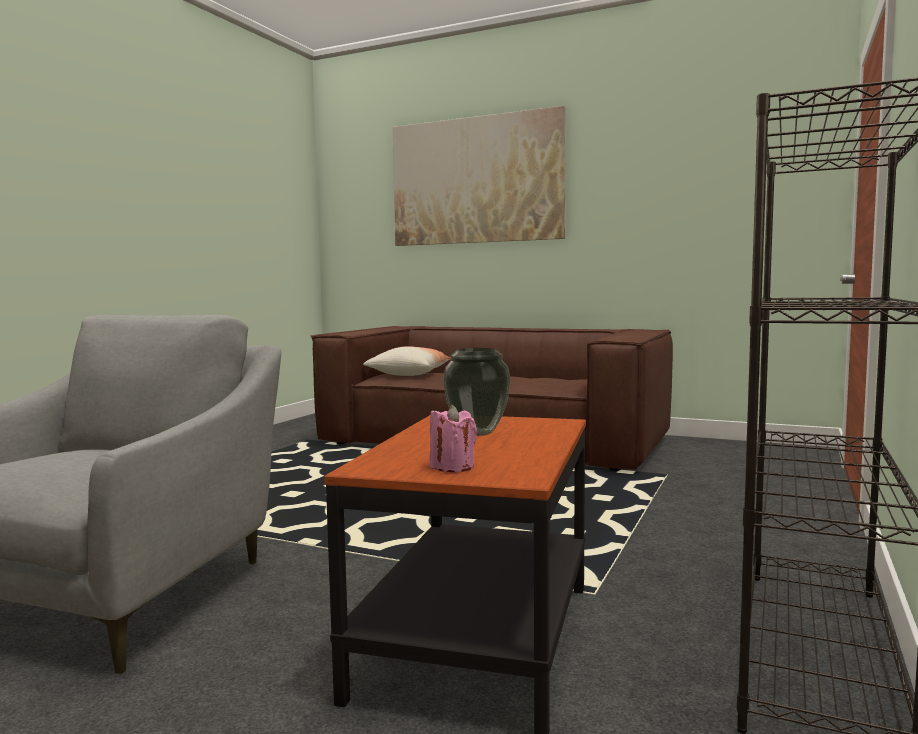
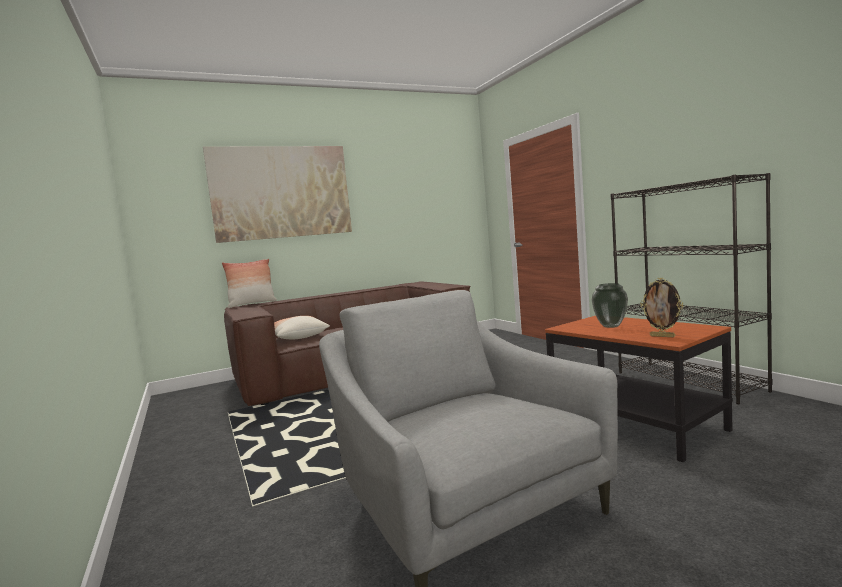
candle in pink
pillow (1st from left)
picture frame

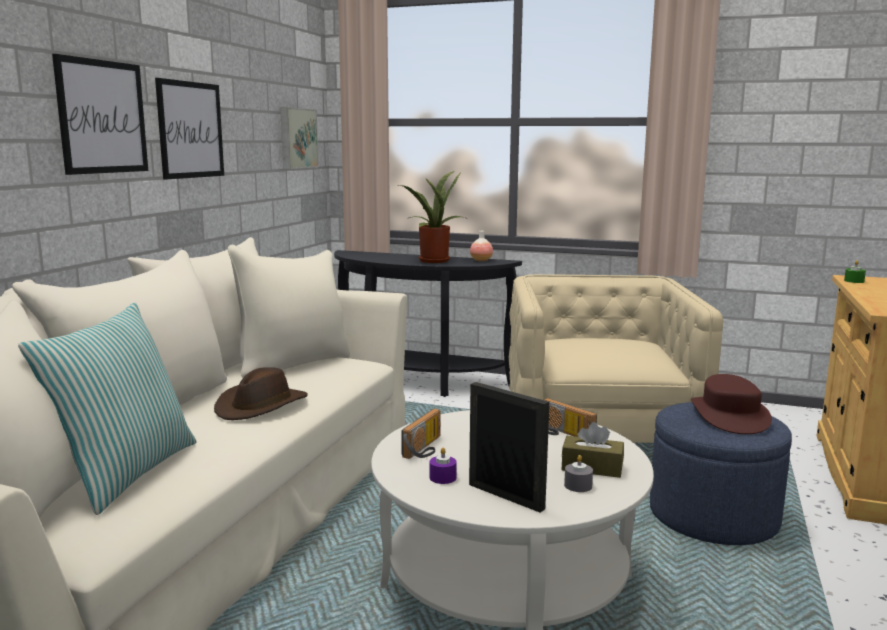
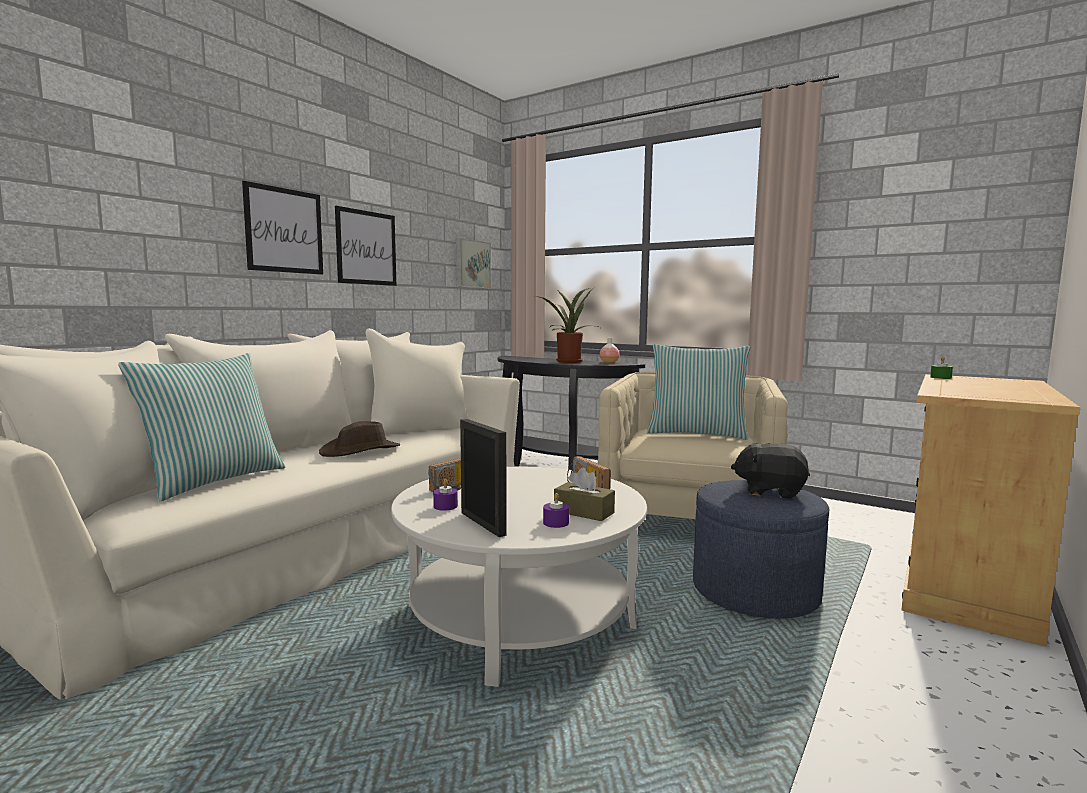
pillow (2nd from left)
plush toy in black
candle in purple (2nd from left)

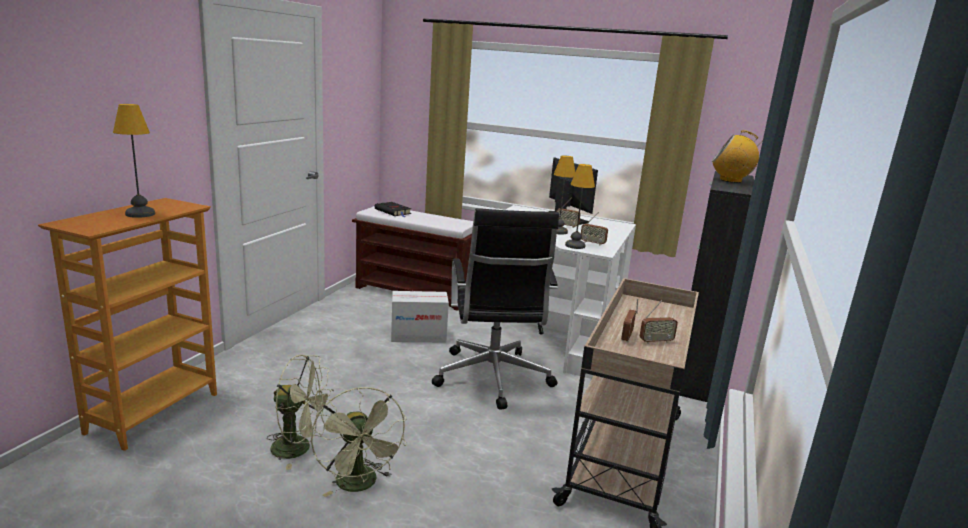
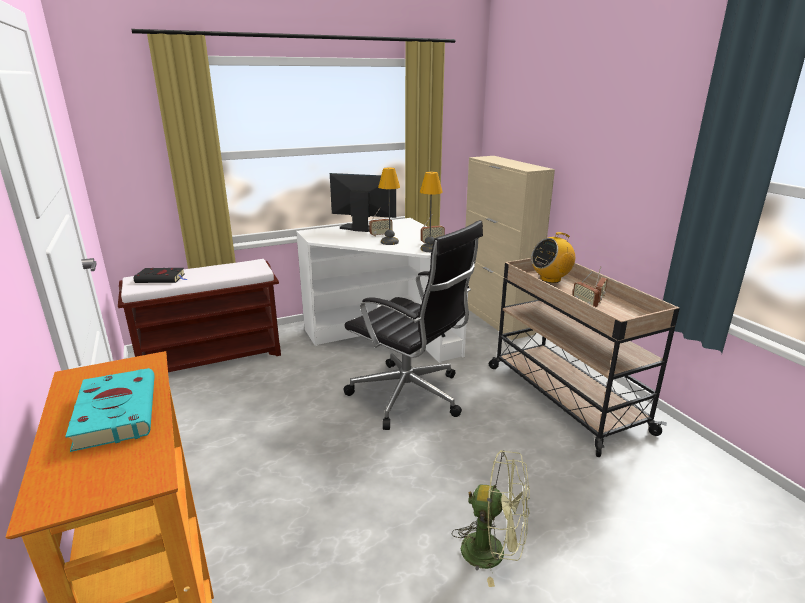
fan in green (1st from left in the first image)
cardboard box
radio (3rd from left)
book in turquoise
cabinet in beige

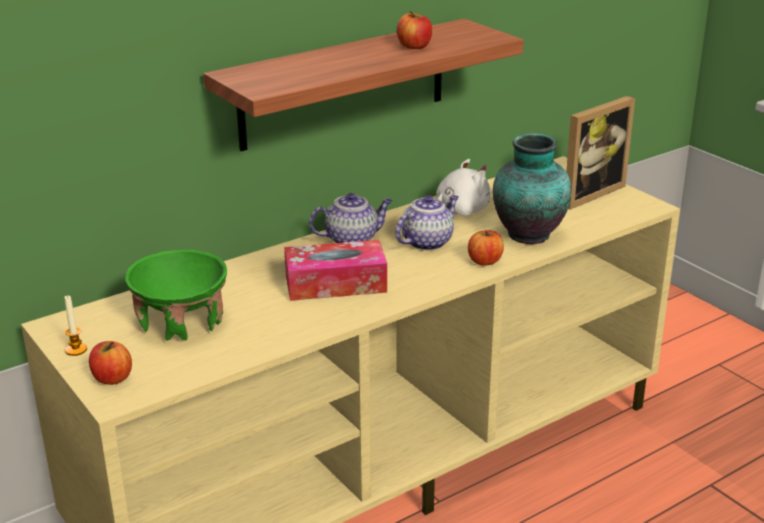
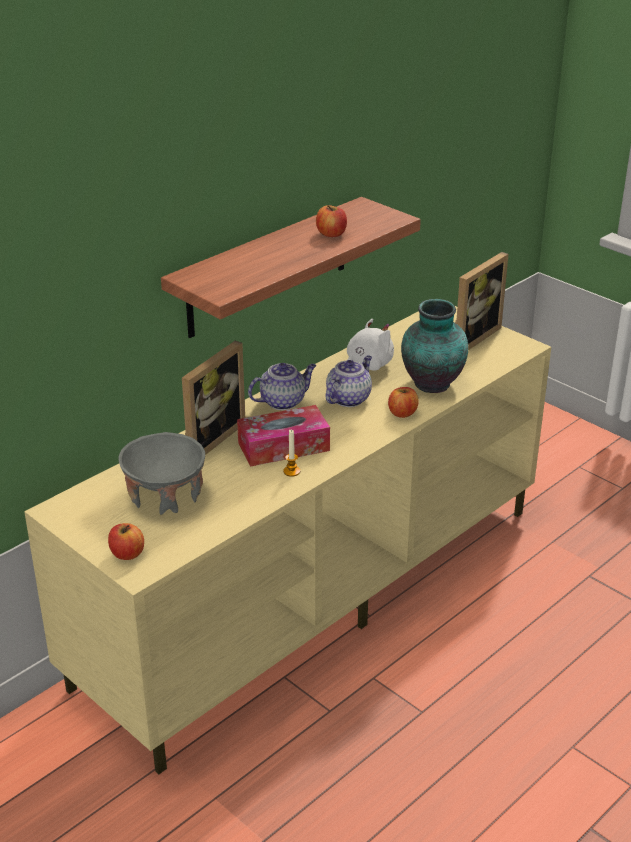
picture frame (1st from left)
candle
bowl in grey

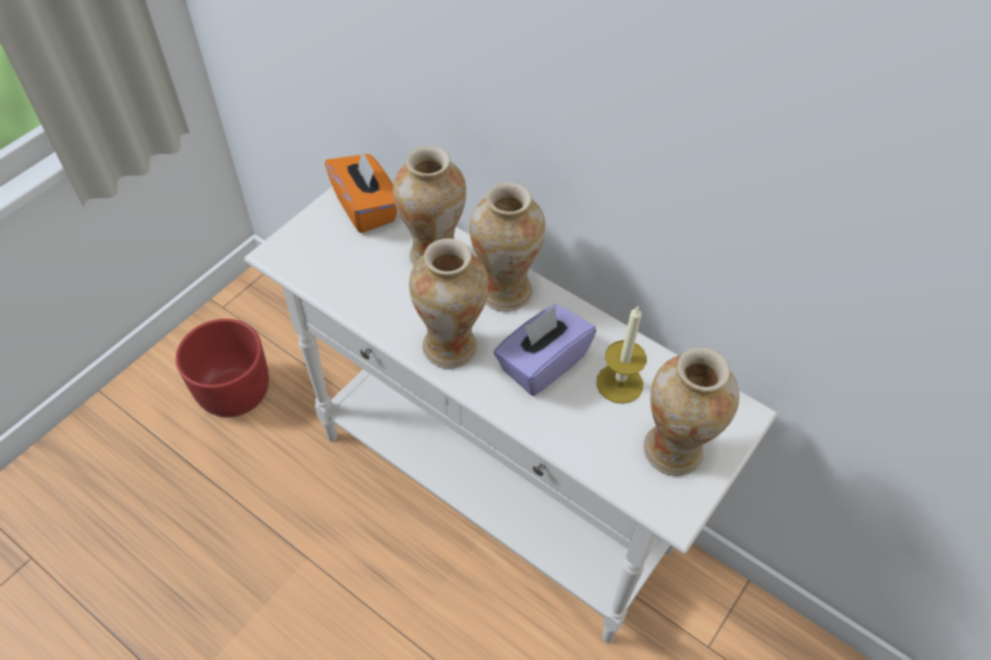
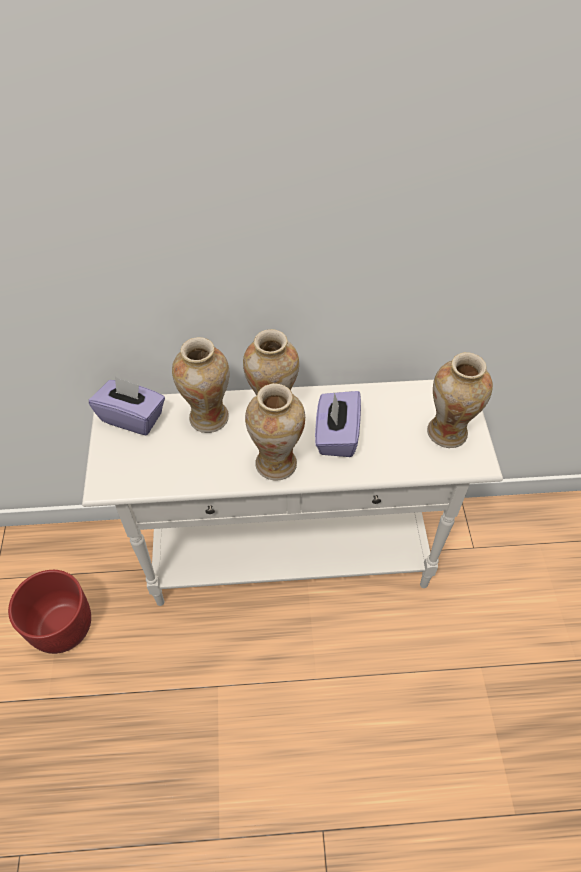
candle
tissue box in purple (1st from left)

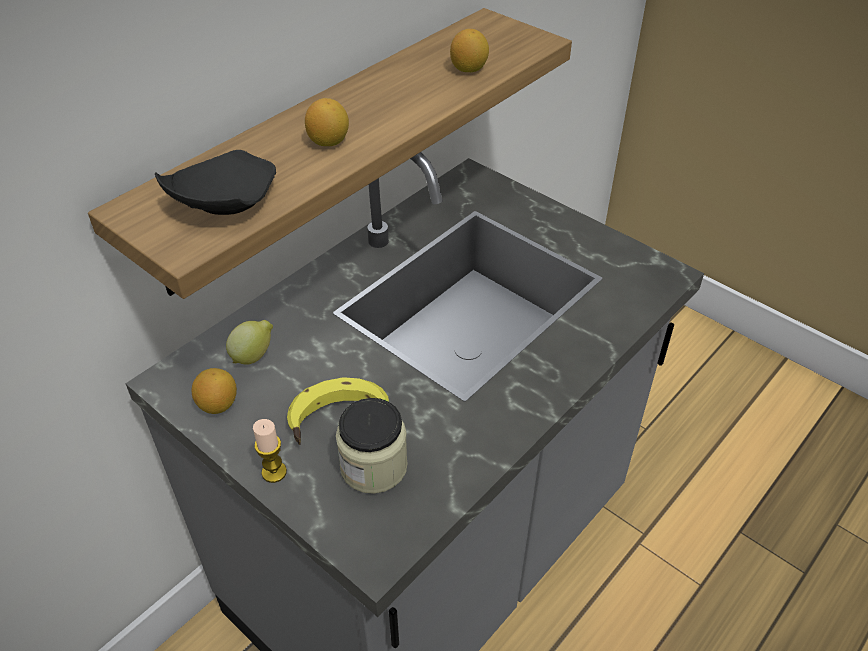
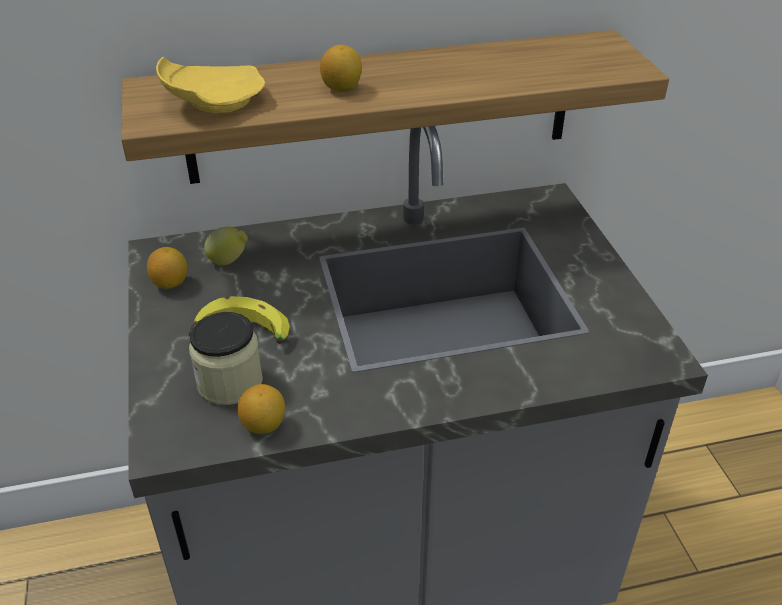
candle
lemon (3rd from left)
plate in yellow

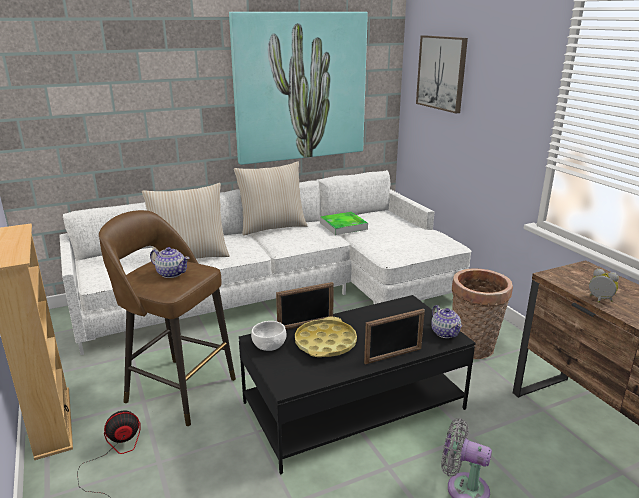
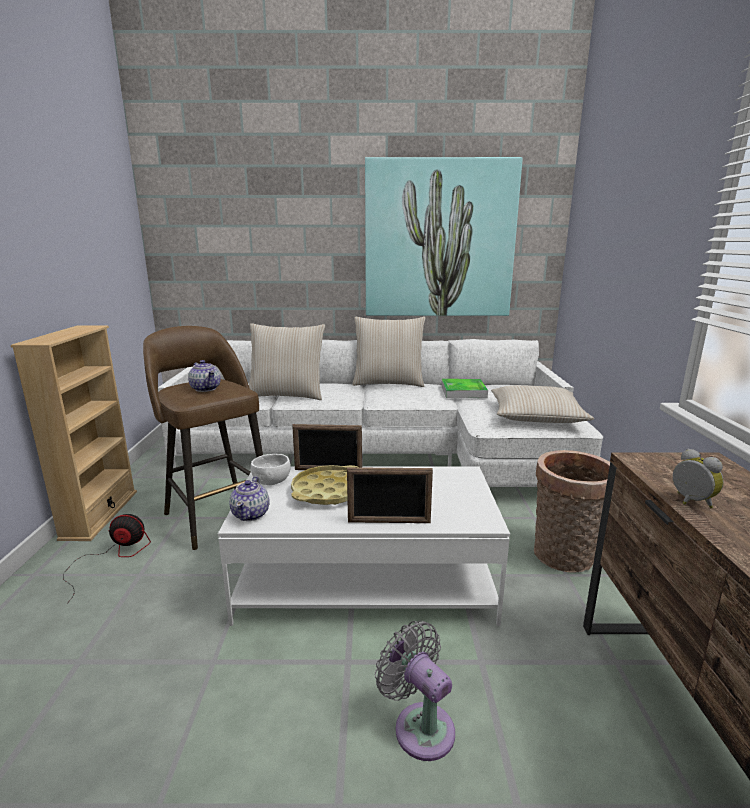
picture (2nd from left in the first image)
pillow in beige (3rd from left)
teapot (2nd from left)
coffee table in white

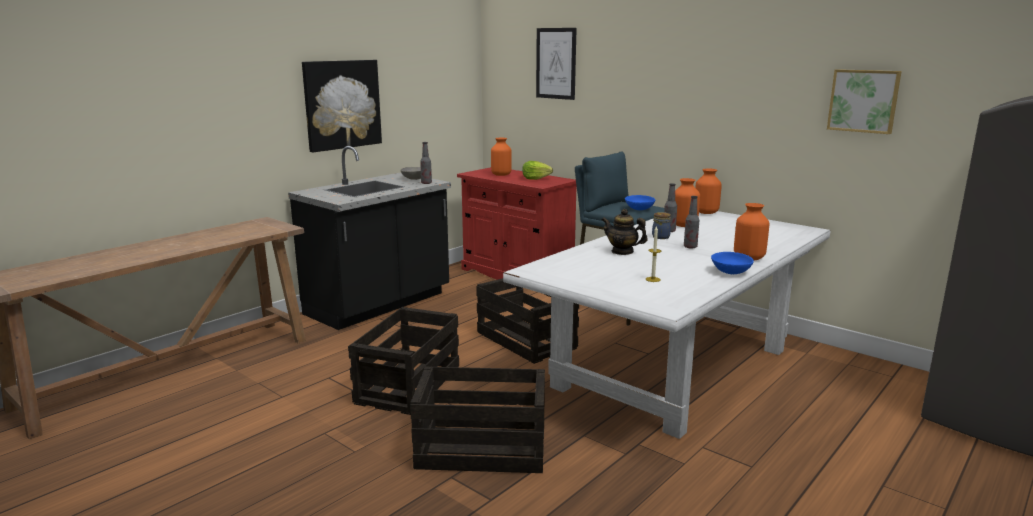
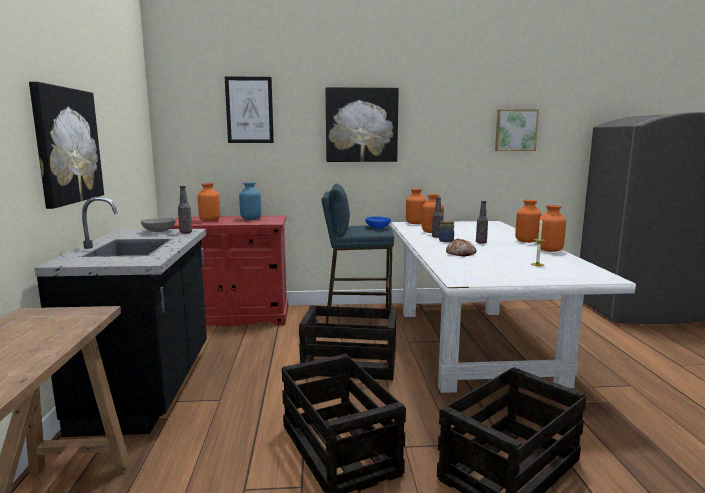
picture (3rd from left)
vase in blue
bread
vase in orange (5th from left)

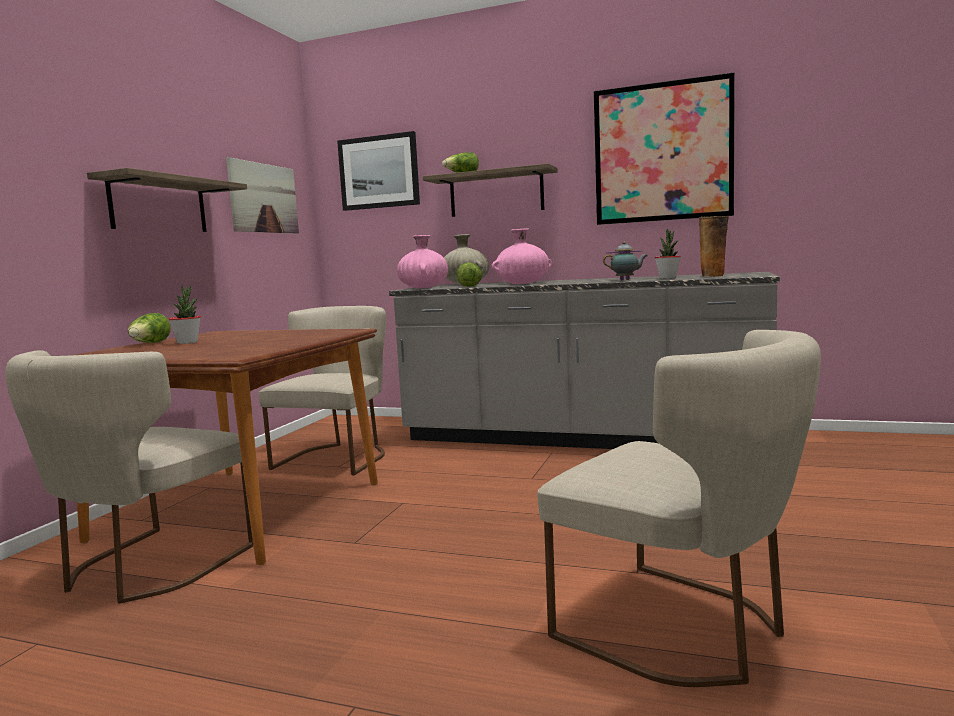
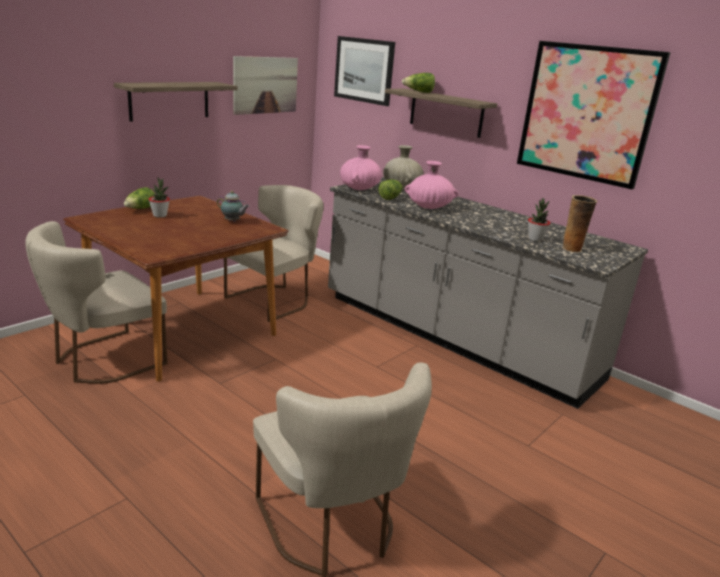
teapot

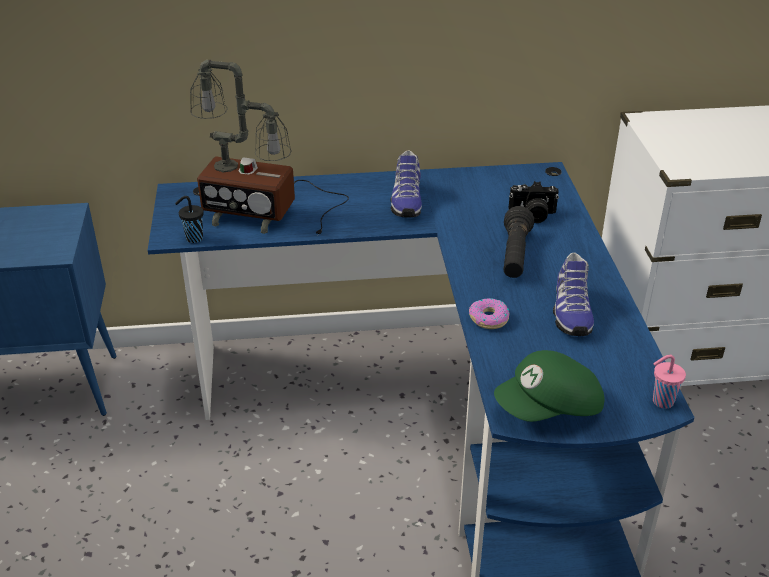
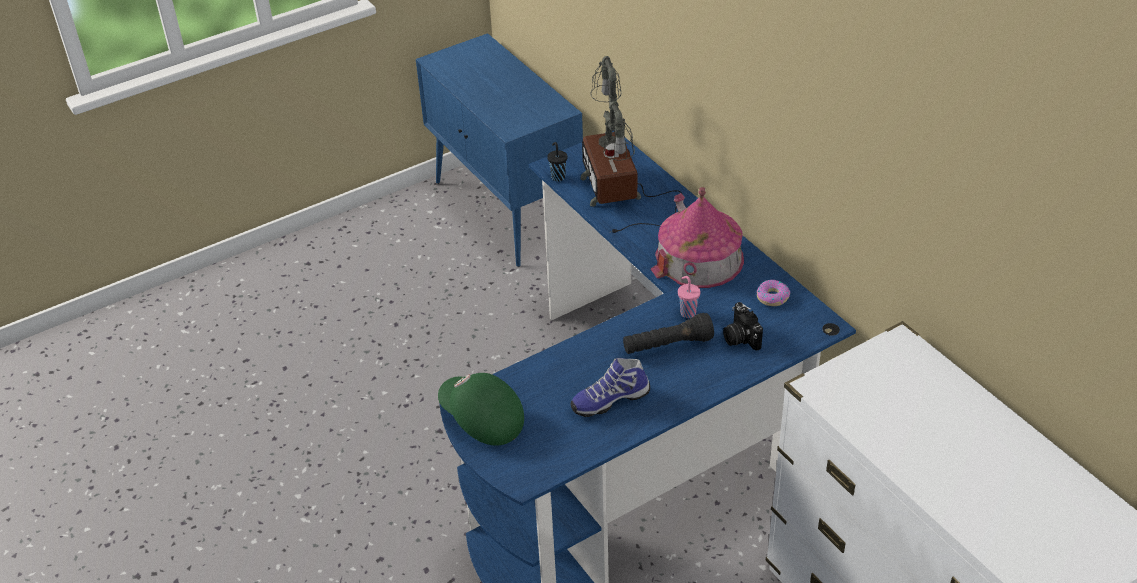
donut
cup in pink
toy house

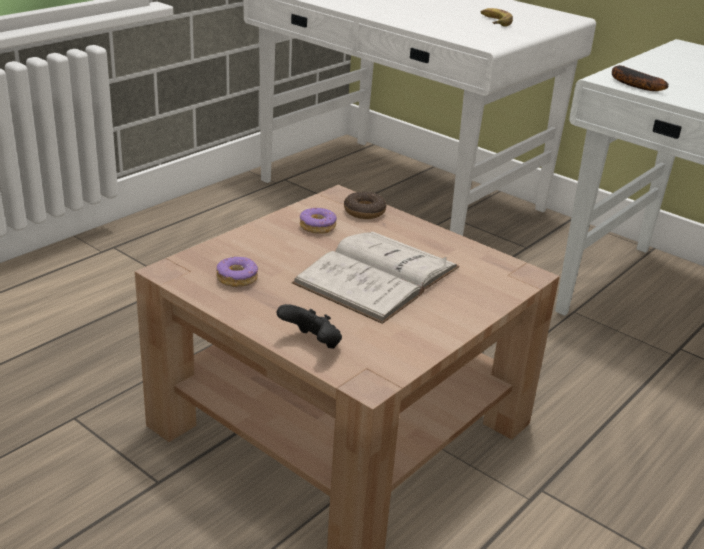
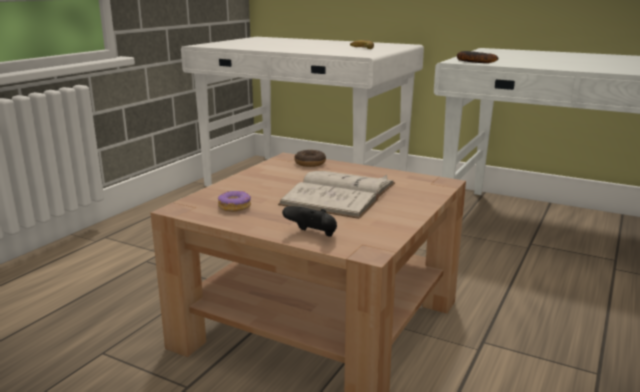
donut (2nd from left in the first image)

